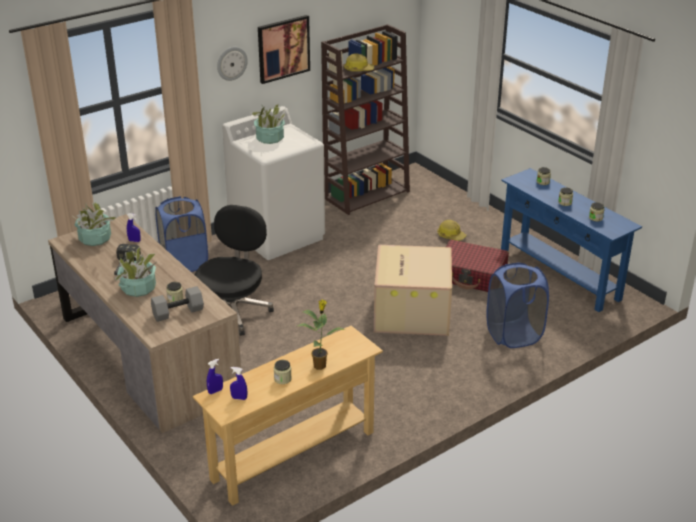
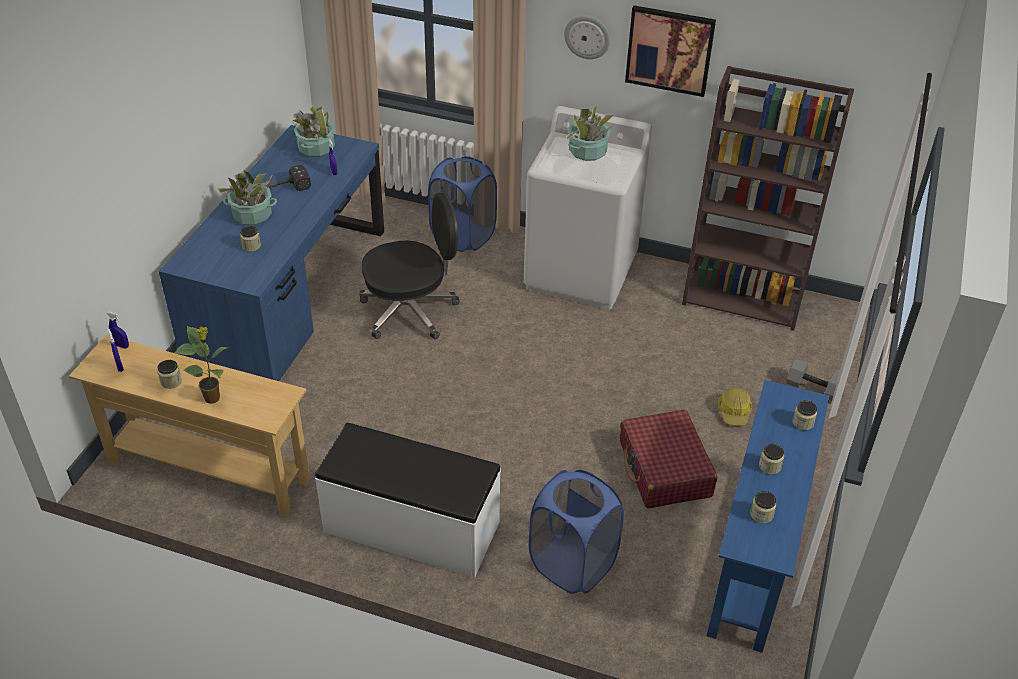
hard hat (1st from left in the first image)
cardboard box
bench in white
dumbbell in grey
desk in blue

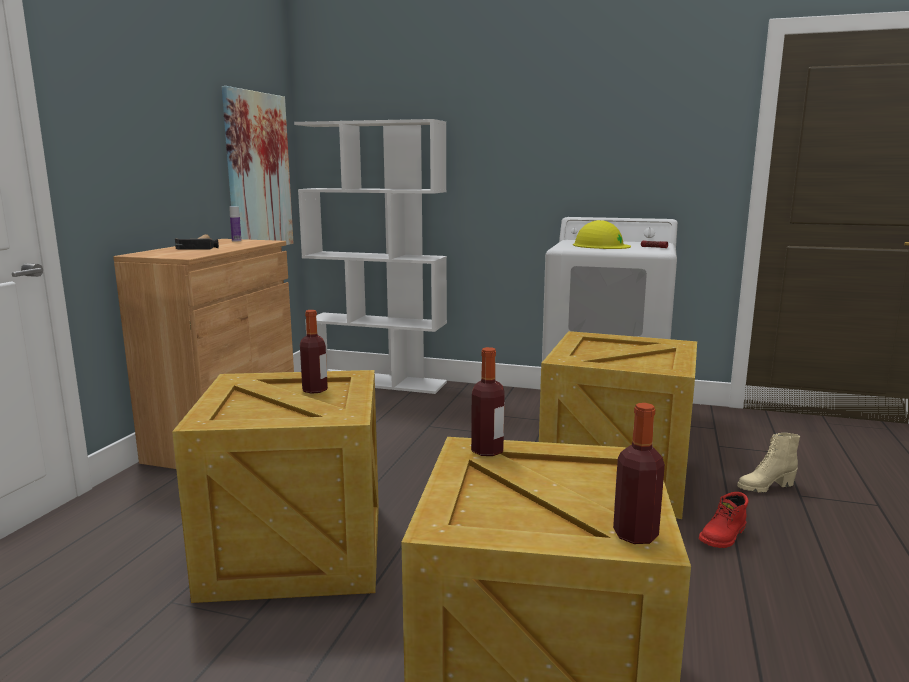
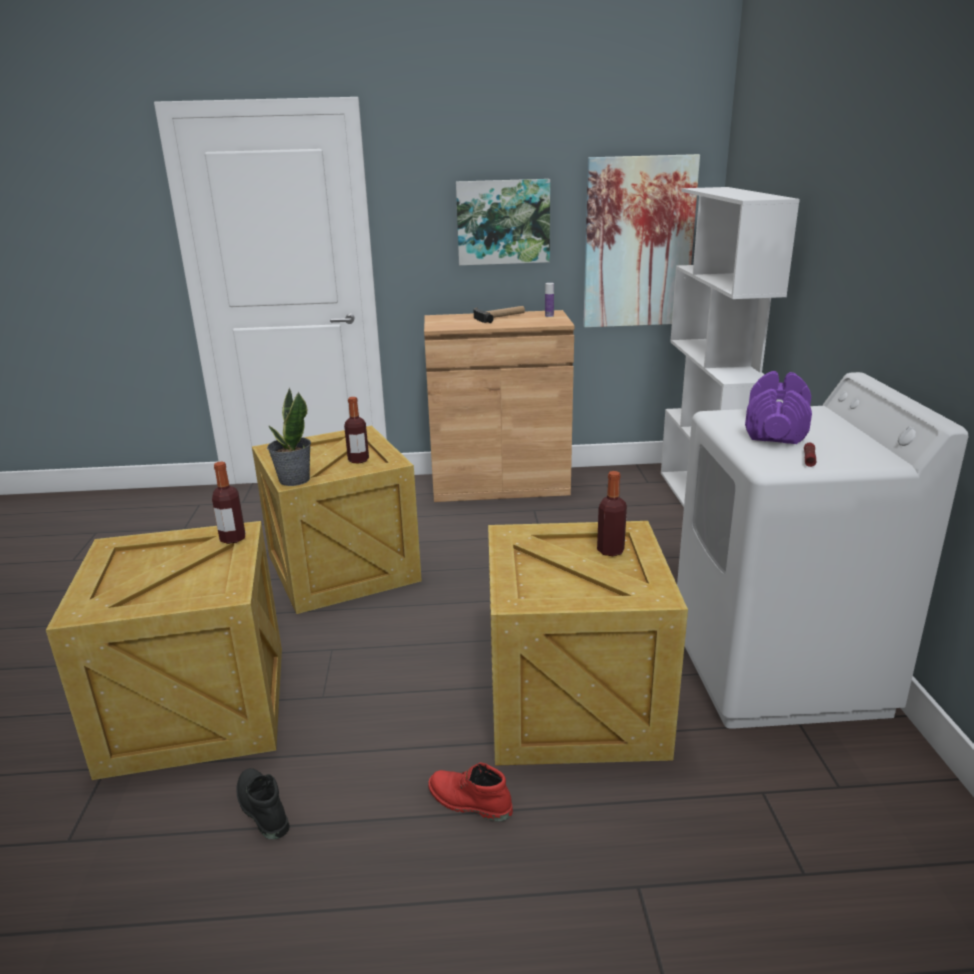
boot in beige
boot in black
potted plant
picture (1st from left)
bottle (4th from left)
dumbbell in purple

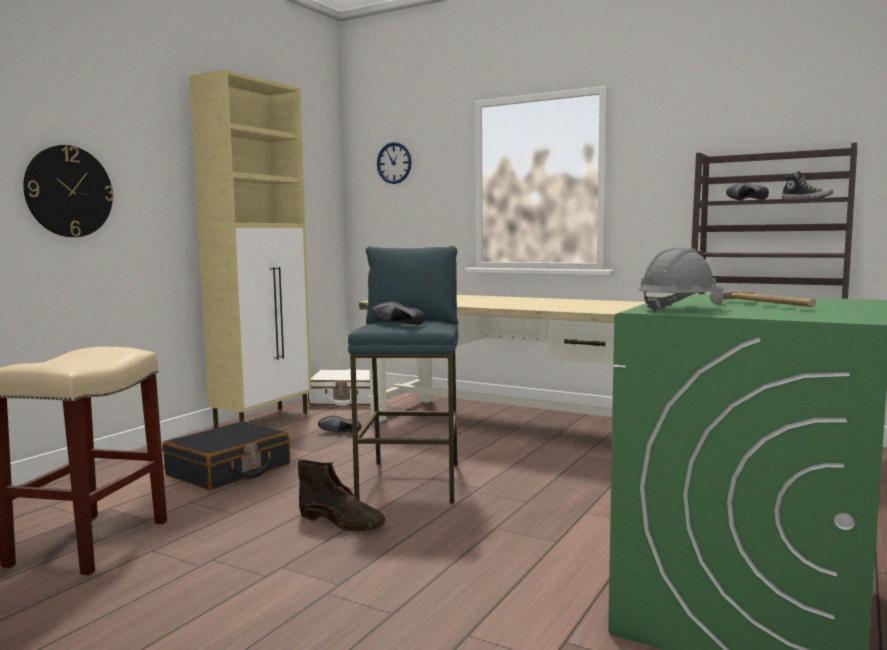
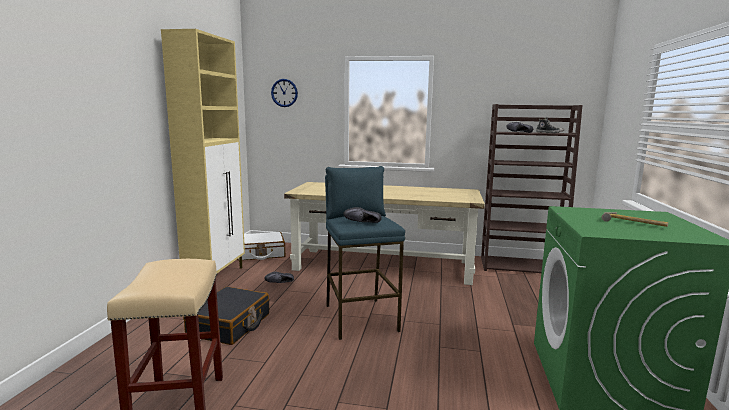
wall clock (1st from left in the first image)
boot in brown
hard hat in grey

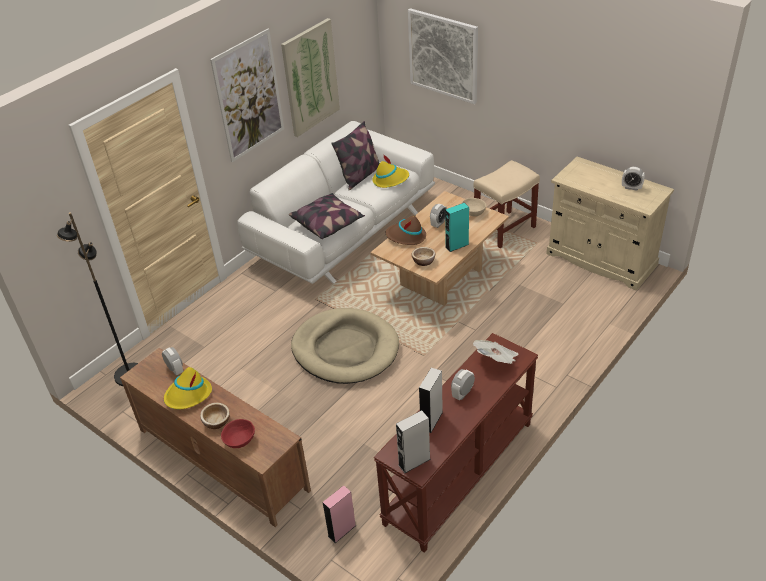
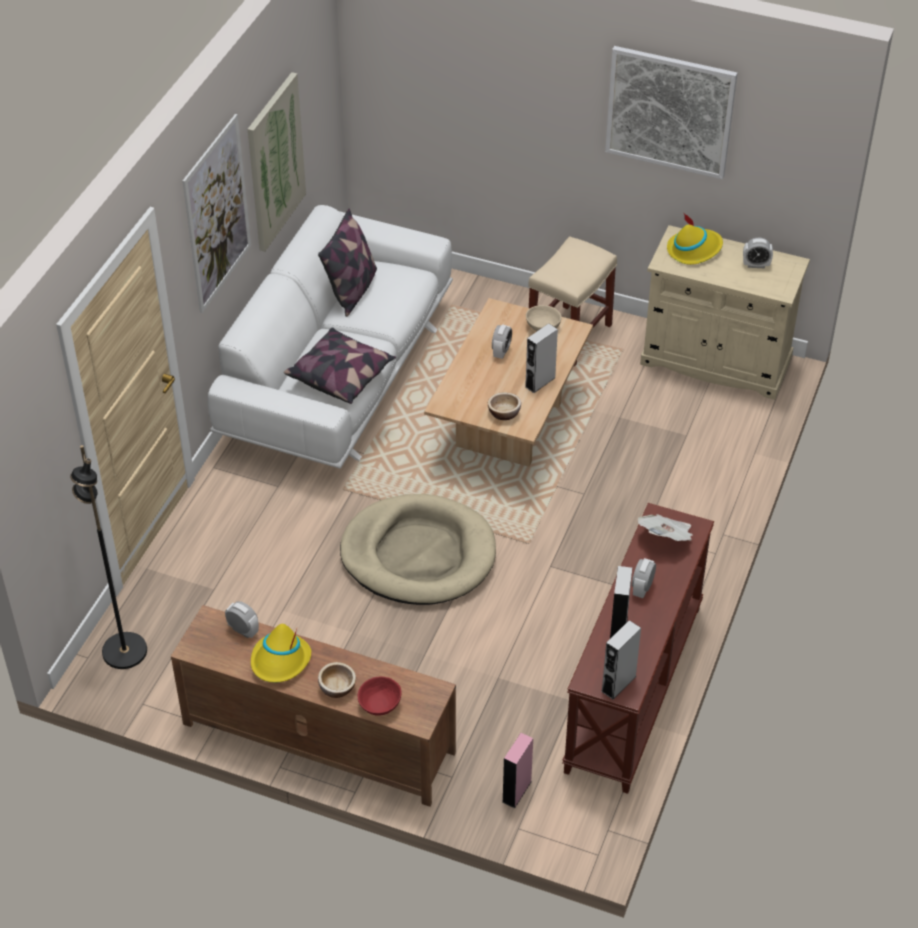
hat in brown
hat in yellow (2nd from left)
picture (3rd from left)
speaker in grey (1st from left)

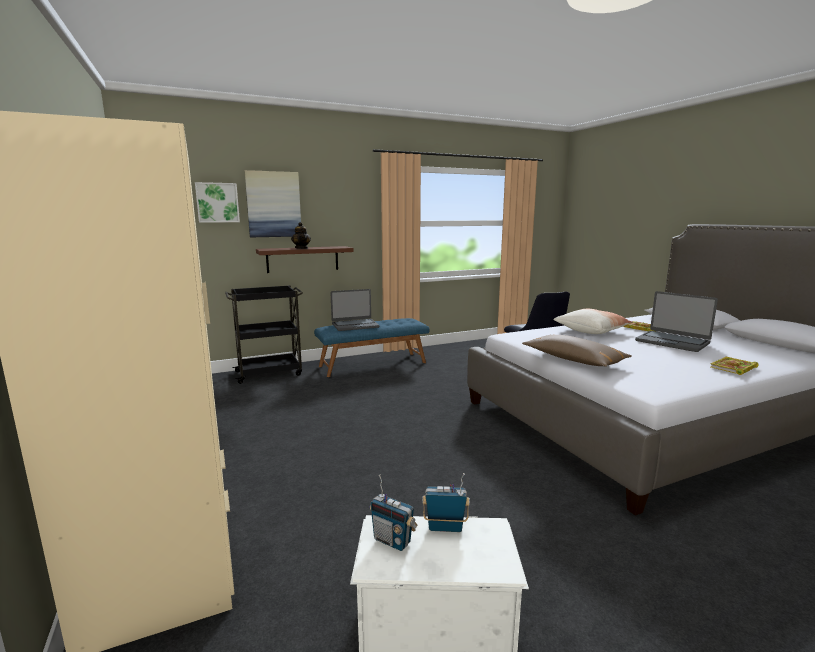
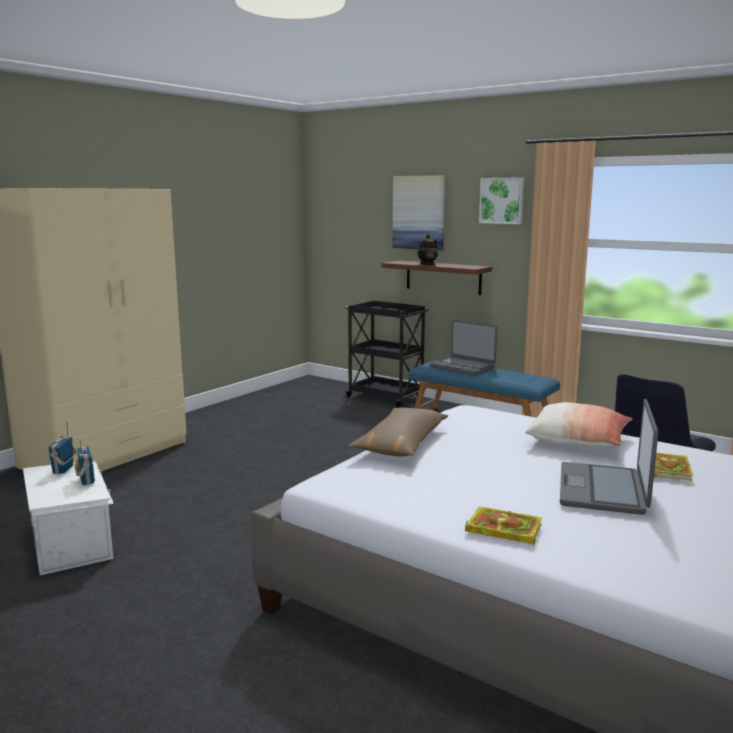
picture (2nd from left)

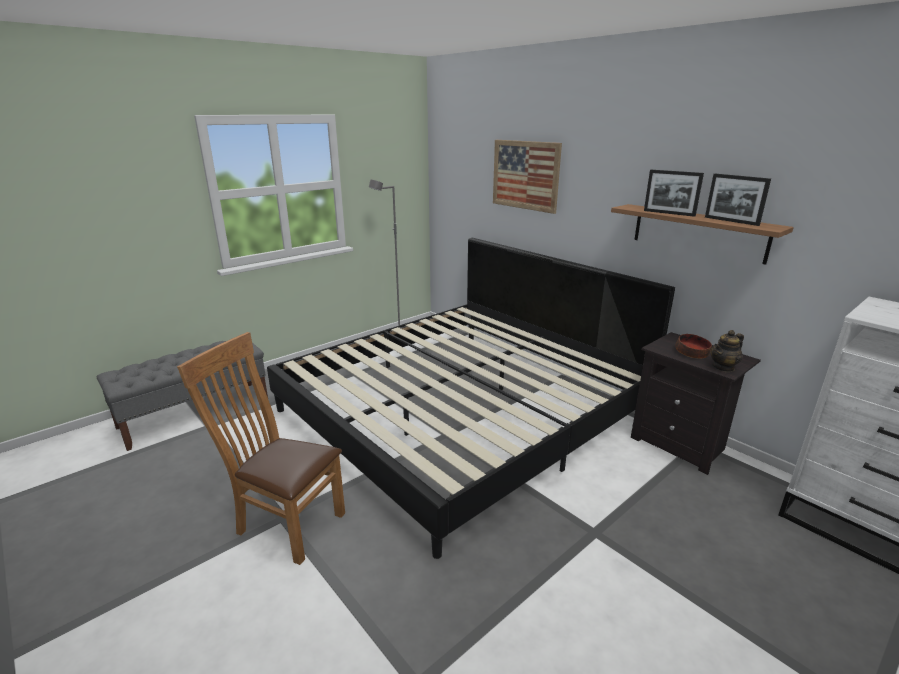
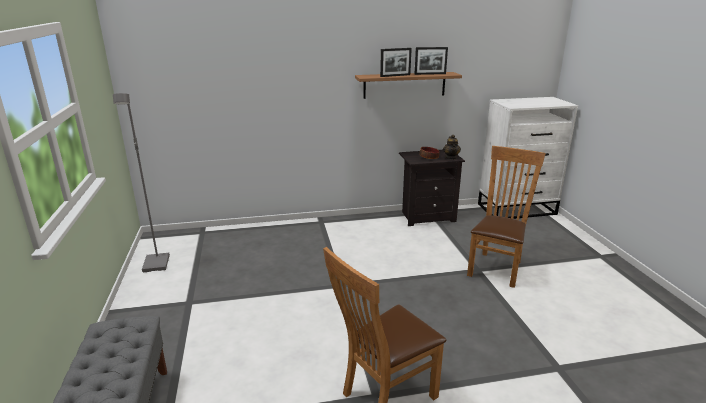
bed
picture
chair in brown (2nd from left)

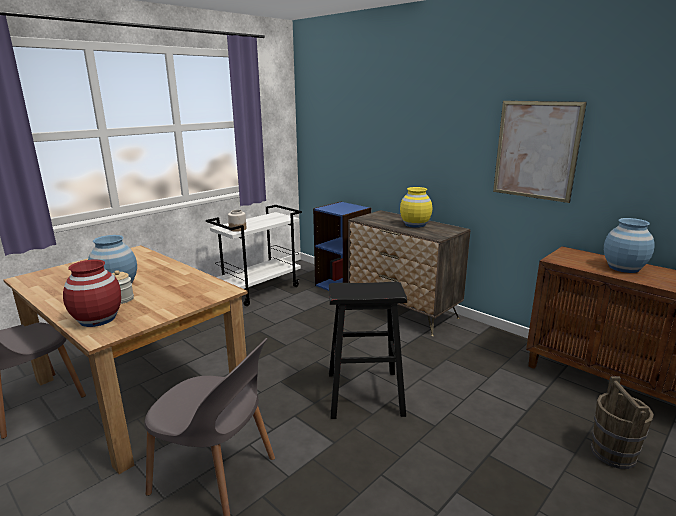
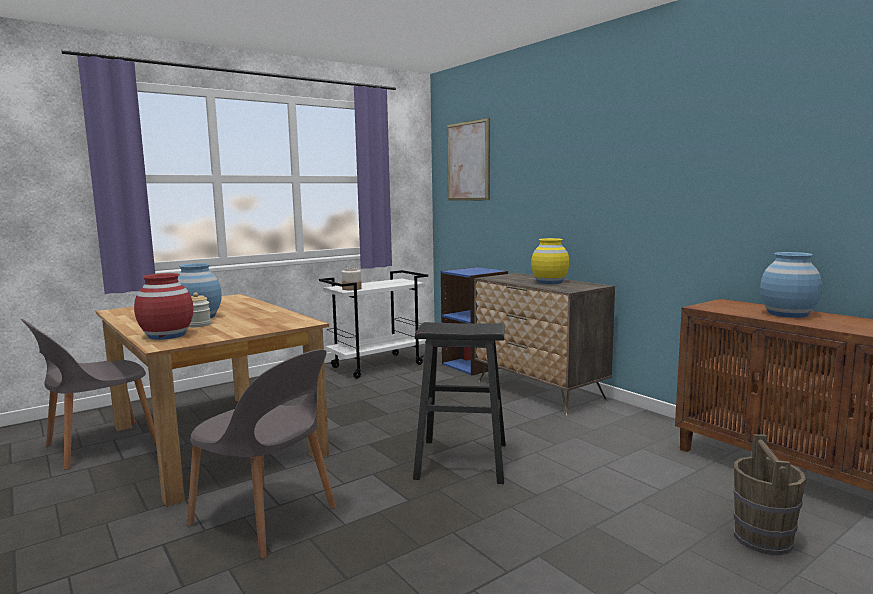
picture

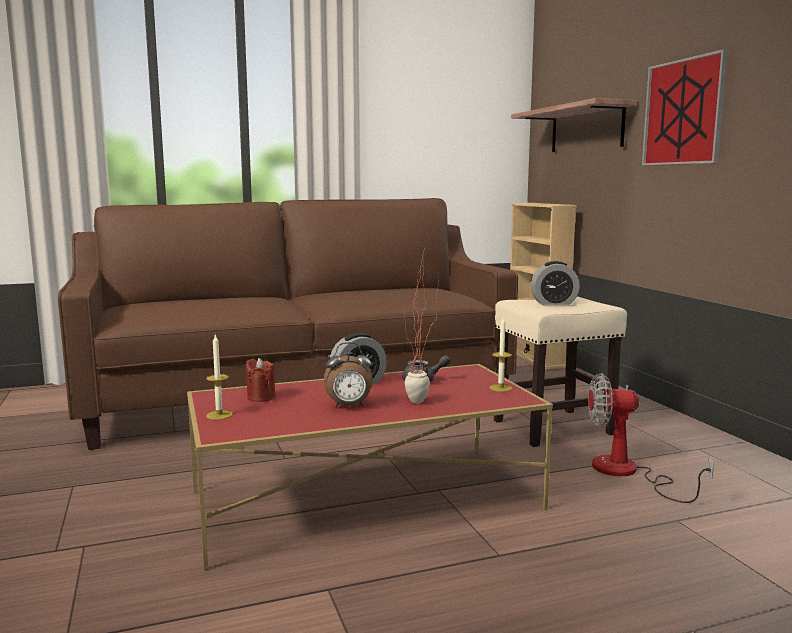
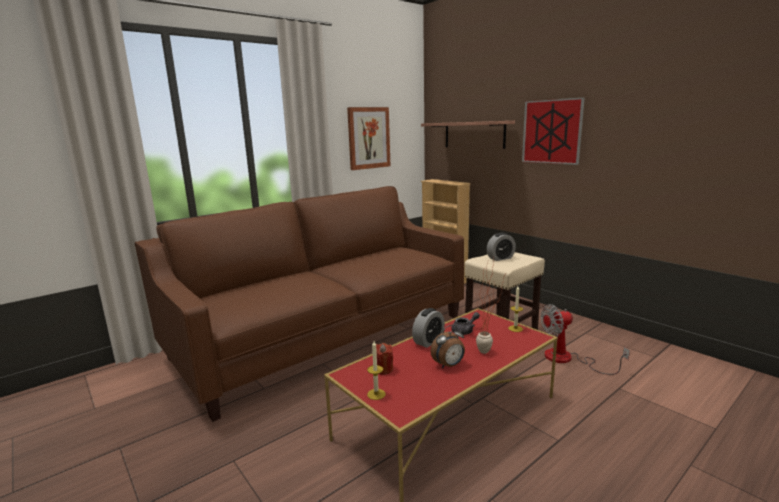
picture (1st from left)

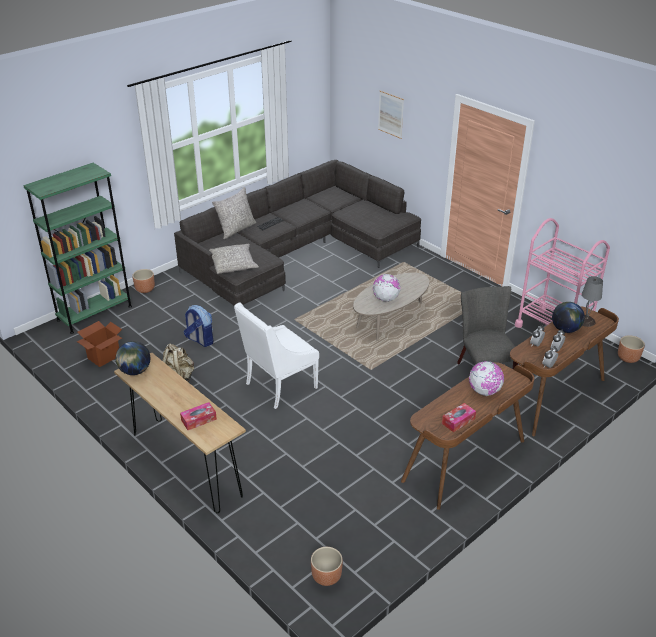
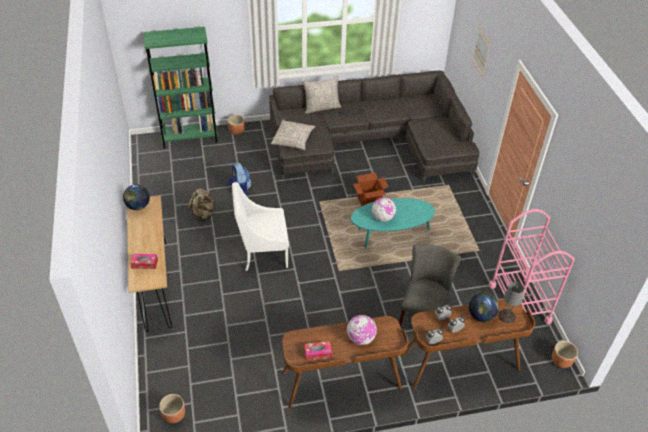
cardboard box
coffee table in turquoise

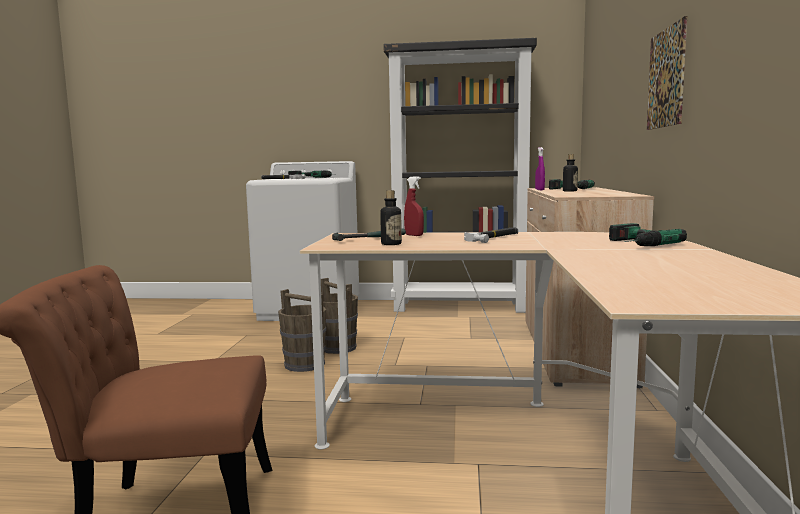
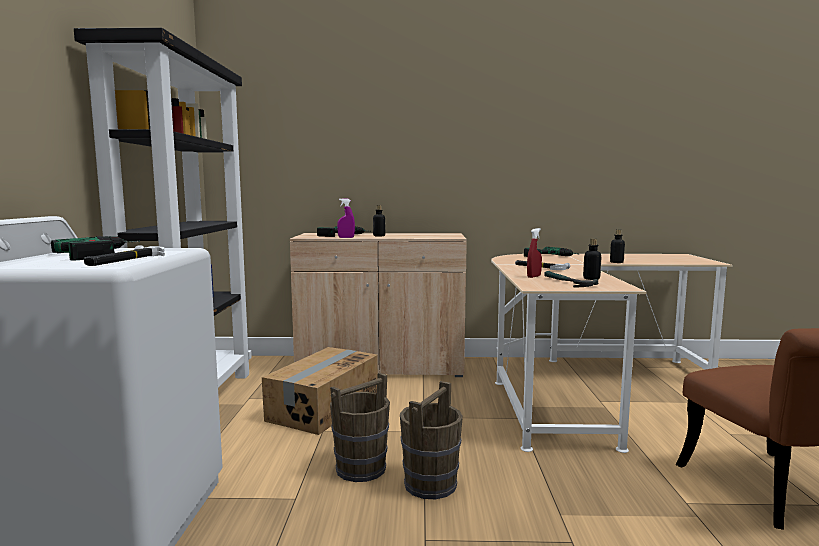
picture
cardboard box
bottle (3rd from left)

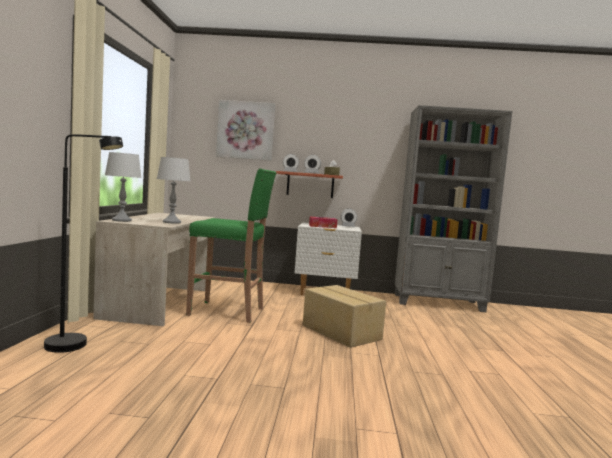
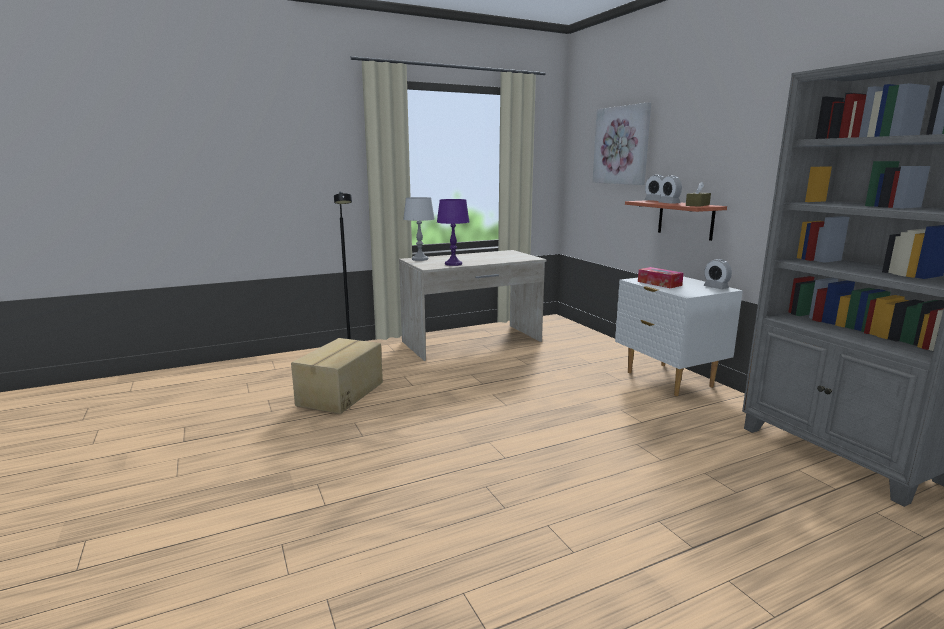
stool in green
cardboard box
table lamp in purple

